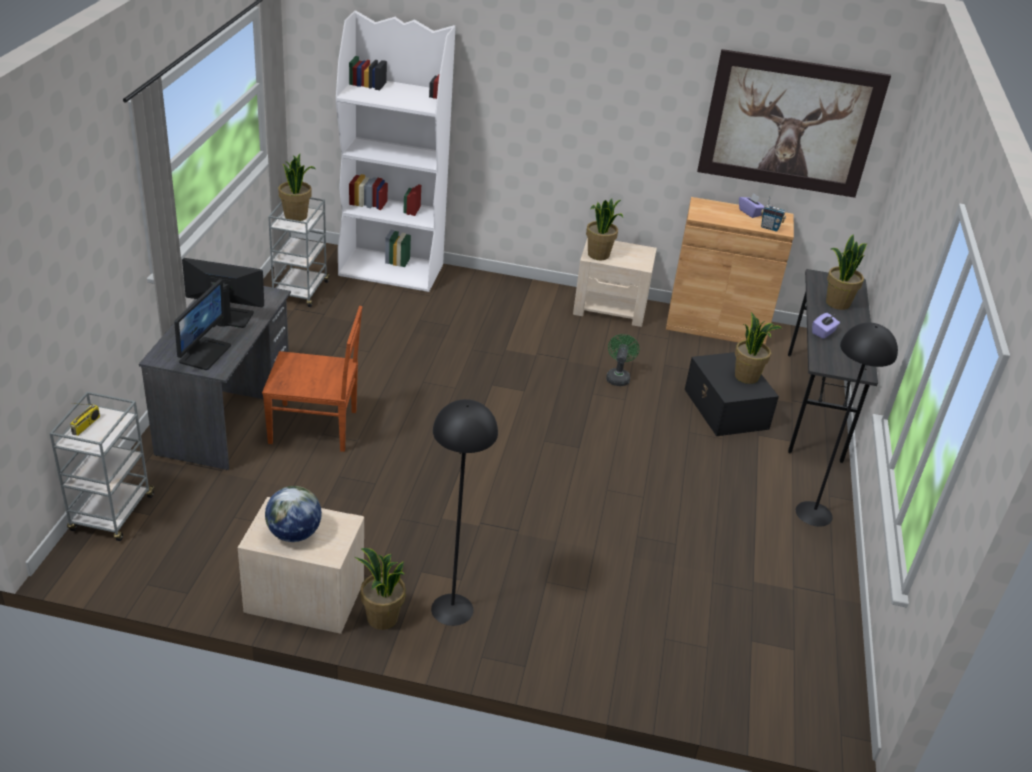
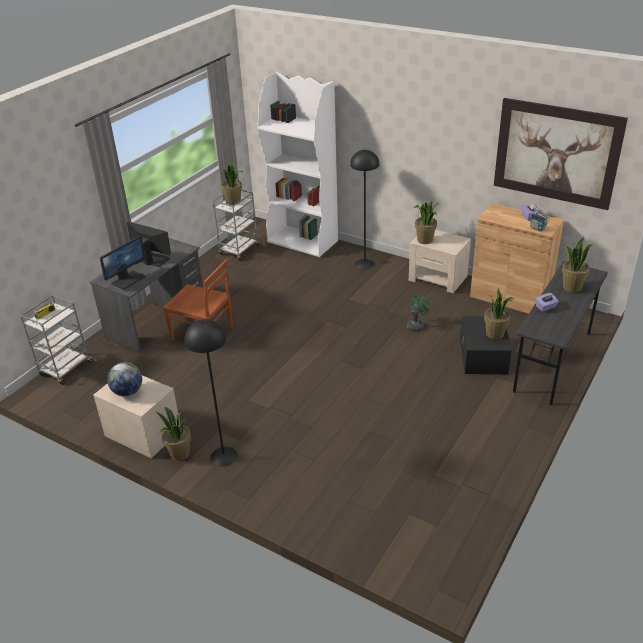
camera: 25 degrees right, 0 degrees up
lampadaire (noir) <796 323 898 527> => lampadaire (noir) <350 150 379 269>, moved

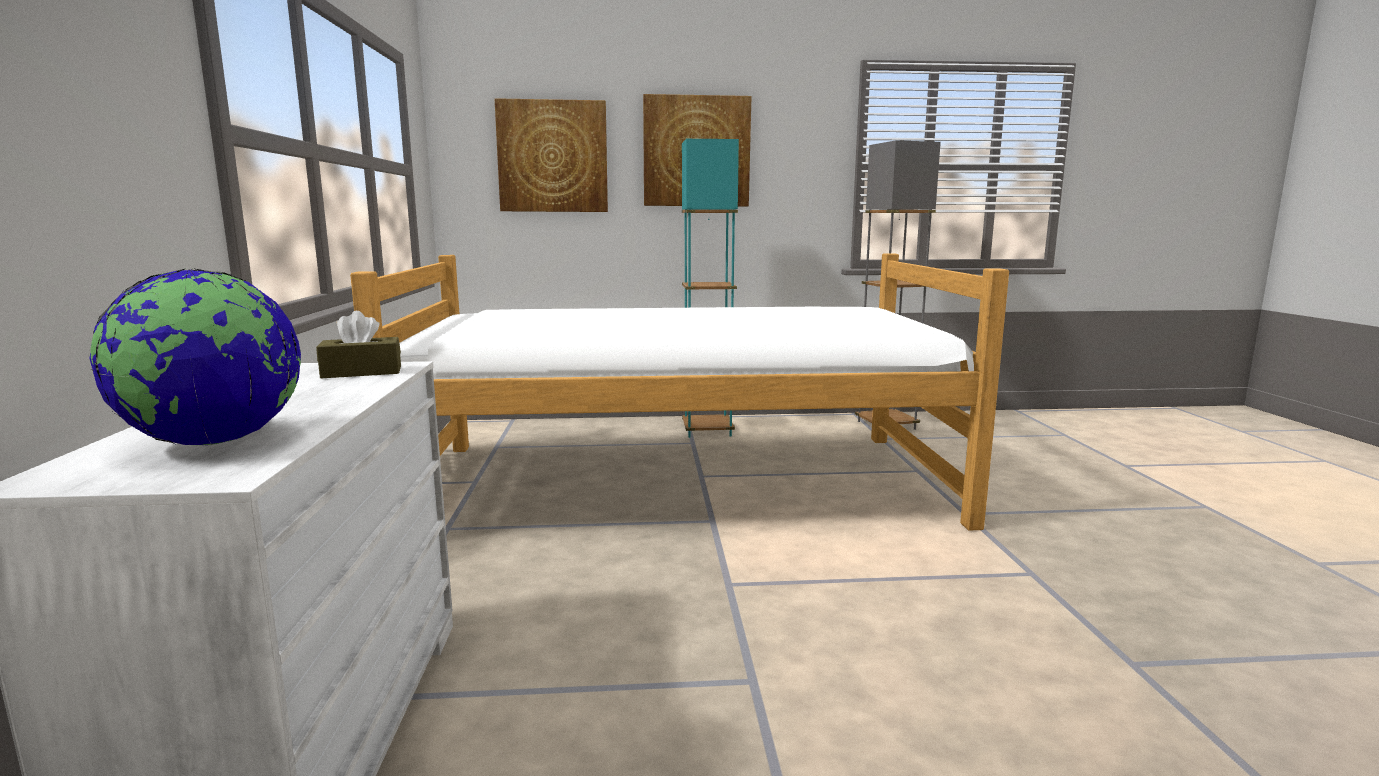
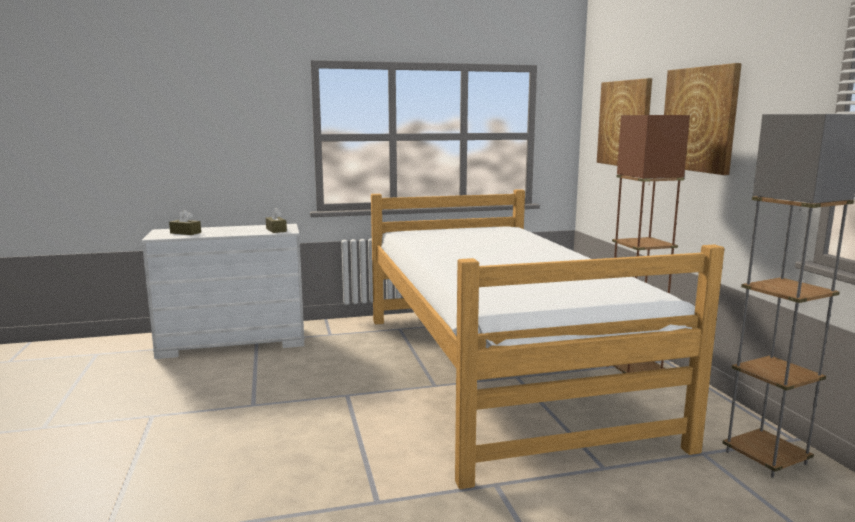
camera: 80 degrees right, 0 degrees up
globe <89 268 301 445> => boîte à mouchoirs (marron) <169 210 201 235>
lampadaire (turquoise) <682 139 739 438> => lampadaire (marron) <607 115 690 373>

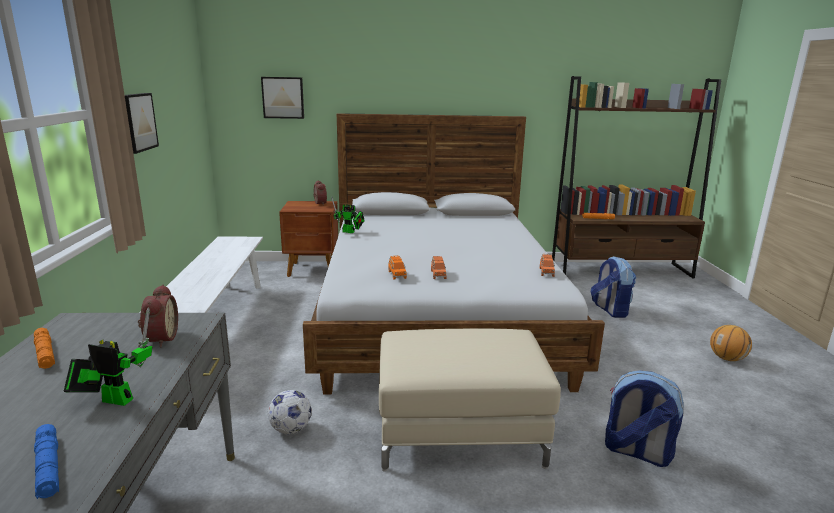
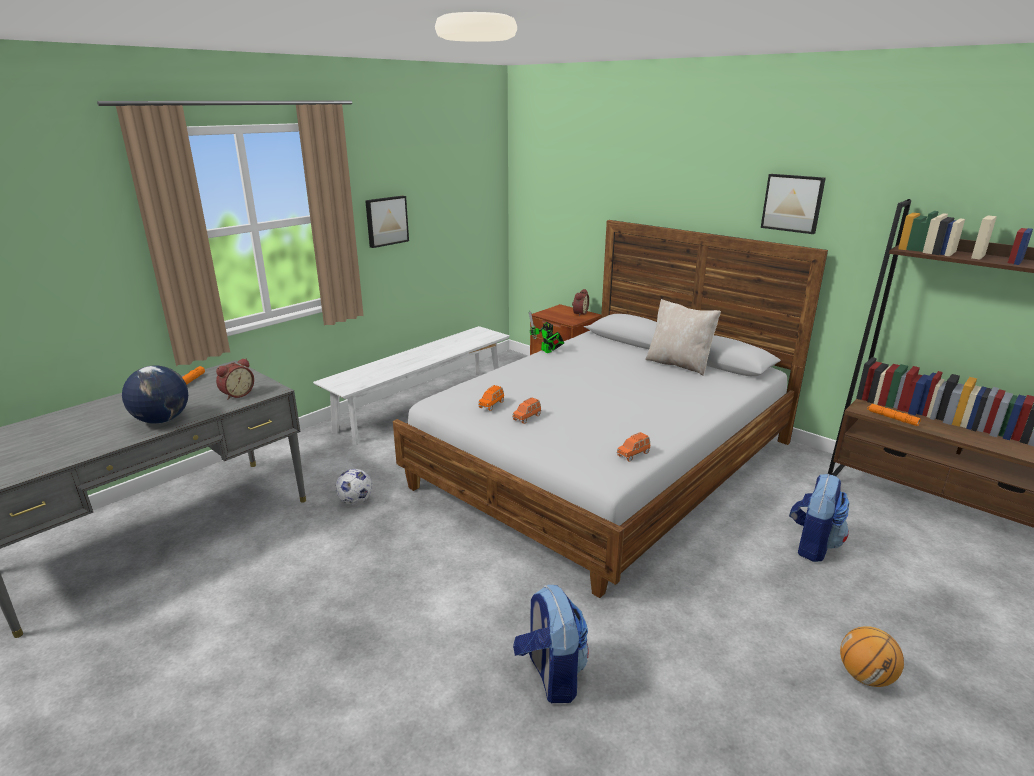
camera: 45 degrees right, 5 degrees up
lampe de poche (bleu) <34 424 59 499> => nothing
pouf (beige) <379 329 561 472> => nothing
nothing => coussin (beige) <646 299 721 376>
tableau <261 77 304 119> => tableau <761 174 826 234>, moved
robot jouet <64 308 152 406> => globe <122 365 188 424>

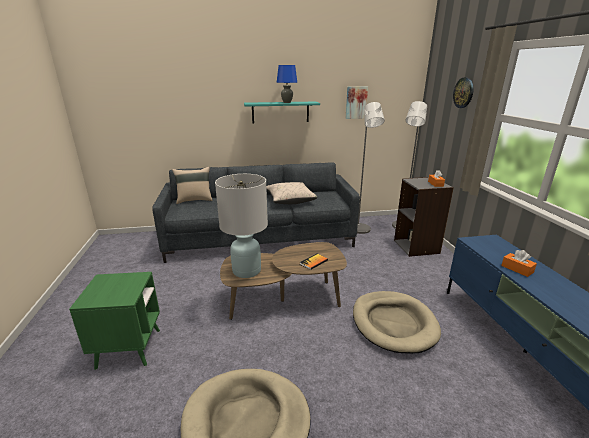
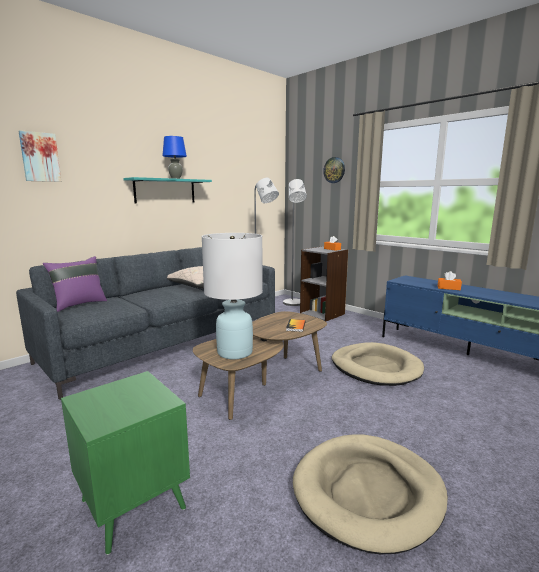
camera: 35 degrees left, 10 degrees down
tableau <346 86 368 119> => tableau <19 130 61 182>, moved
coussin (beige) <172 167 213 204> => coussin (violet) <43 256 107 312>

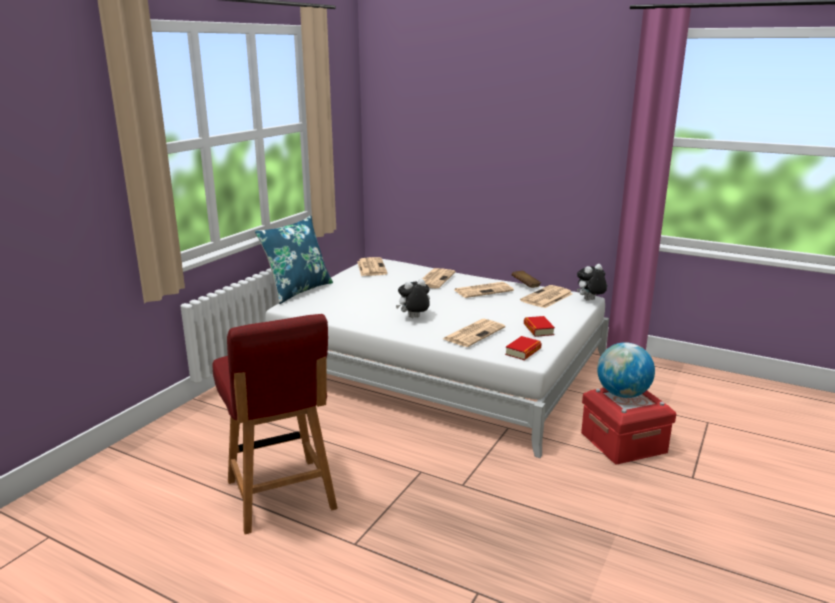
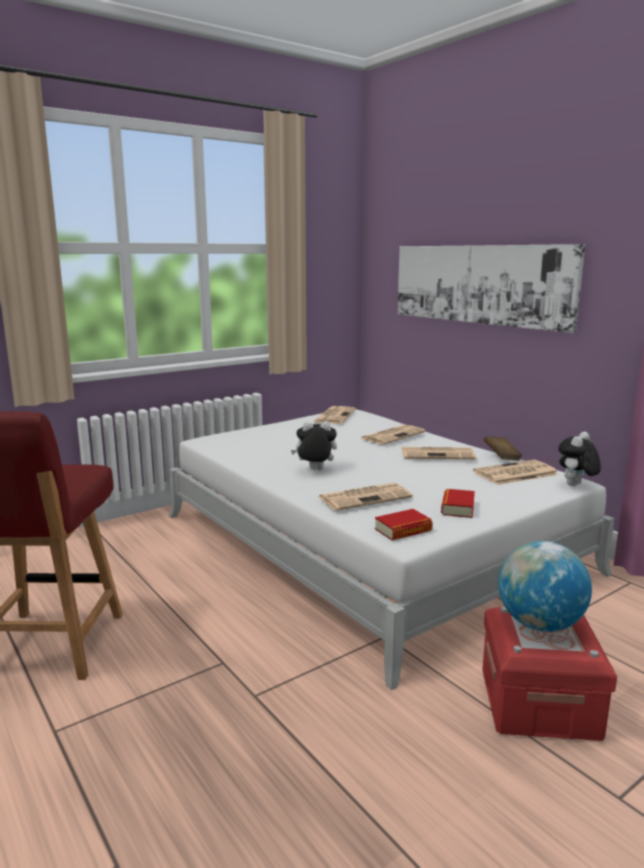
camera: 25 degrees right, 5 degrees down
coussin (bleu) <255 216 333 304> => nothing
nothing => tableau <397 244 585 333>
peluche <577 264 607 301> => peluche <558 432 601 486>, 45 degrees counterclockwise

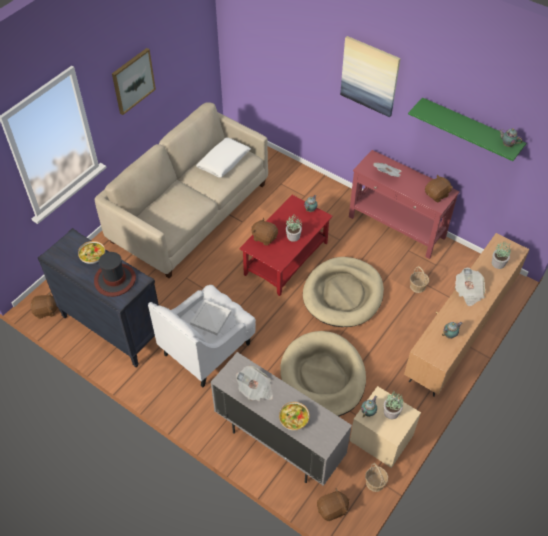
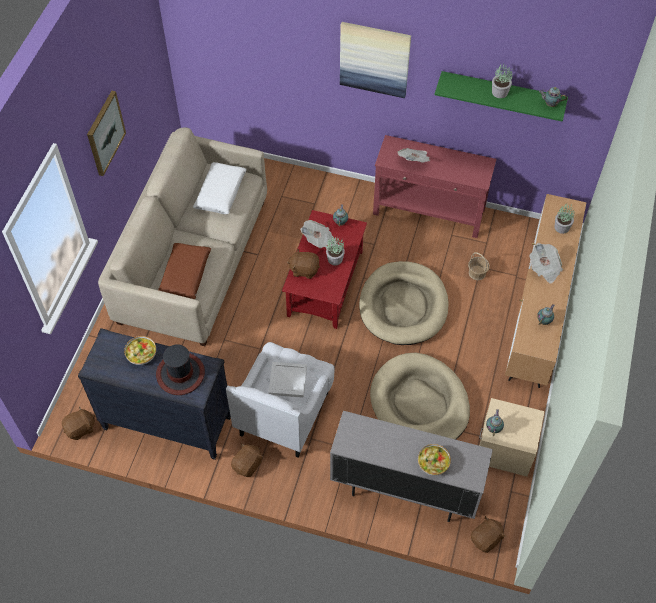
camera: 20 degrees left, 5 degrees up
panier <365 463 388 492> => nothing
nothing => coussin (marron) <158 243 211 299>
journal <236 366 273 401> => journal <300 220 336 248>, moved
plante en pot <384 392 403 419> => plante en pot <492 65 513 98>, moved
peluche (marron) <425 175 453 202> => peluche (marron) <231 443 263 477>, moved

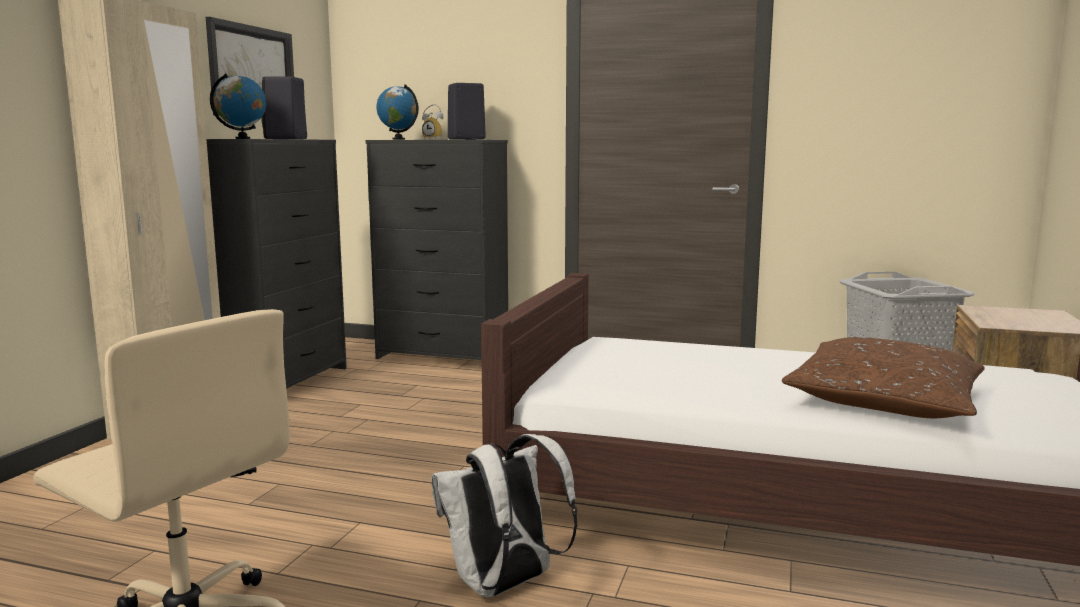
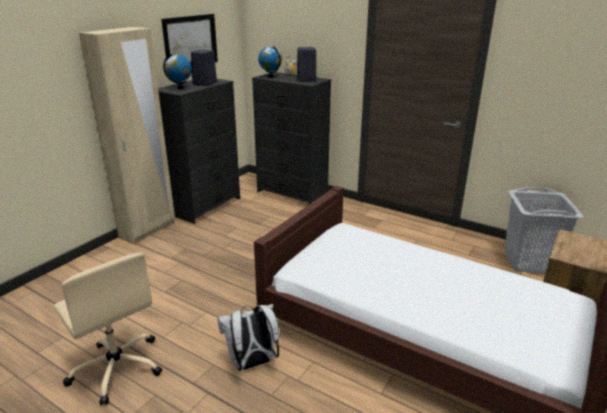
camera: 15 degrees right, 15 degrees up
coussin (marron) <782 337 985 418> => nothing

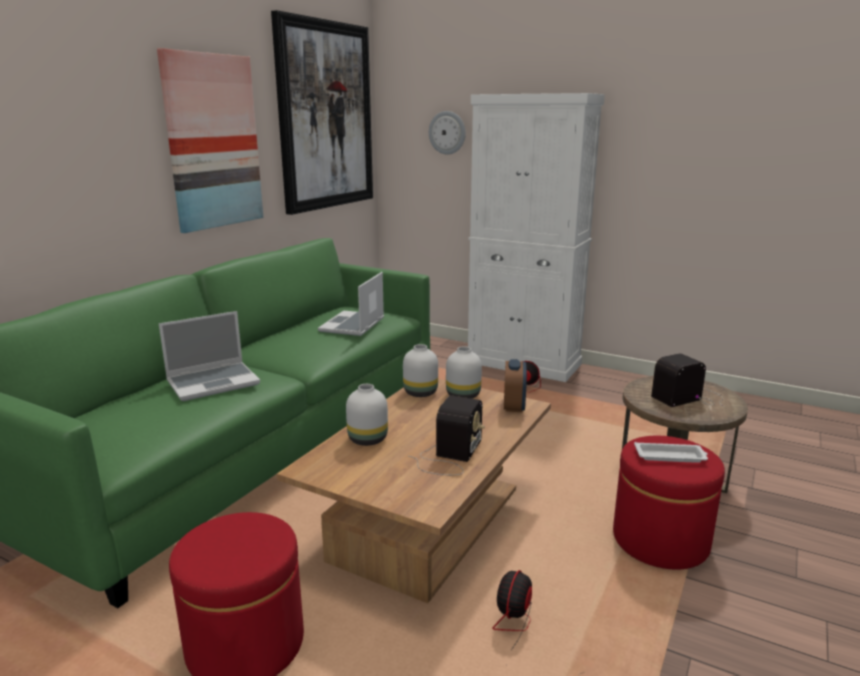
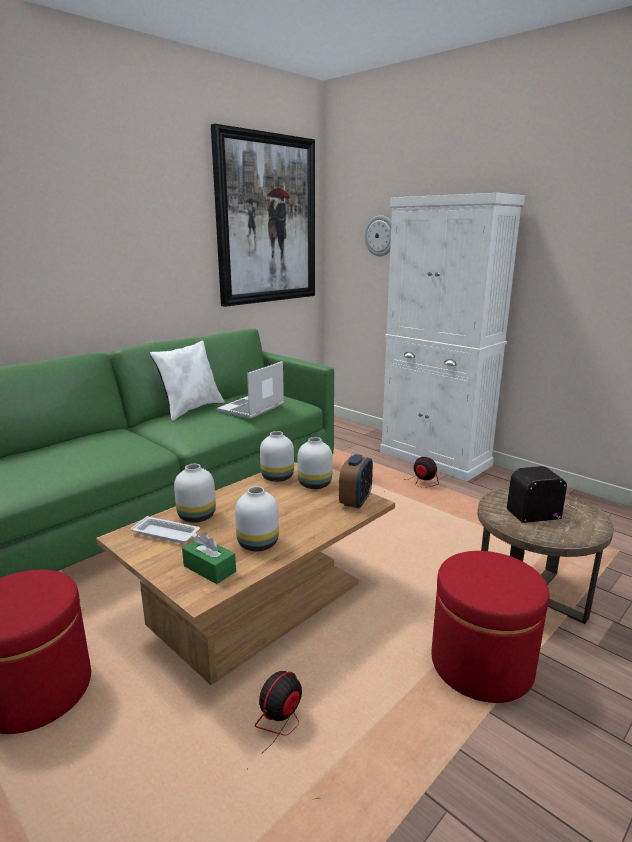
camera: 15 degrees right, 0 degrees up
tableau <157 48 263 233> => nothing
ordinateur portable <159 311 260 401> => nothing
nothing => coussin (blanc) <150 340 225 421>
nothing => boîte à mouchoirs (vert) <182 533 236 584>
plateau (blanc) <634 442 708 463> => plateau (blanc) <131 516 200 544>, moved
radio <409 395 485 475> => vase (blanc) <235 487 279 551>

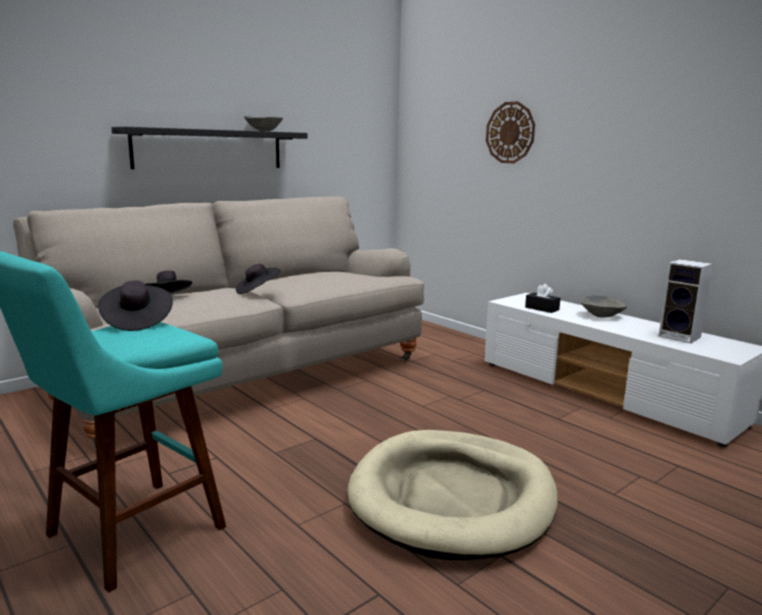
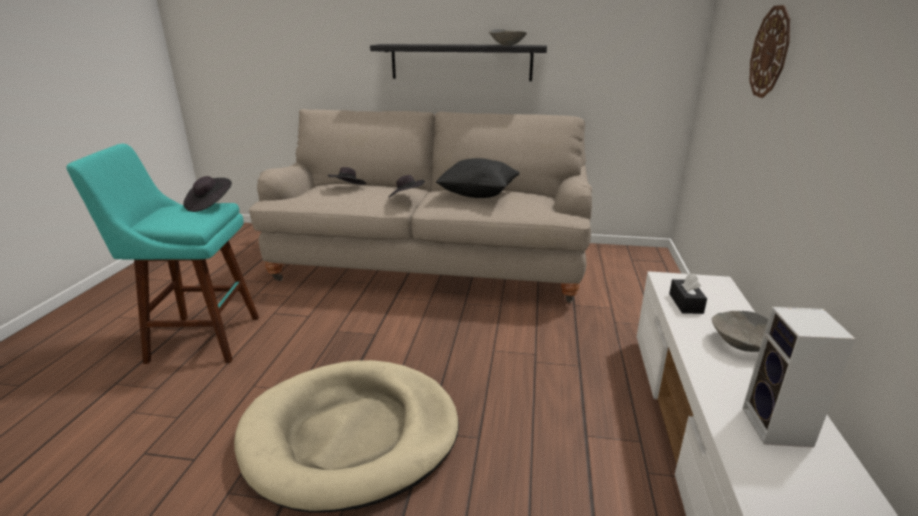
camera: 50 degrees right, 10 degrees up
nothing => coussin (noir) <436 158 520 198>

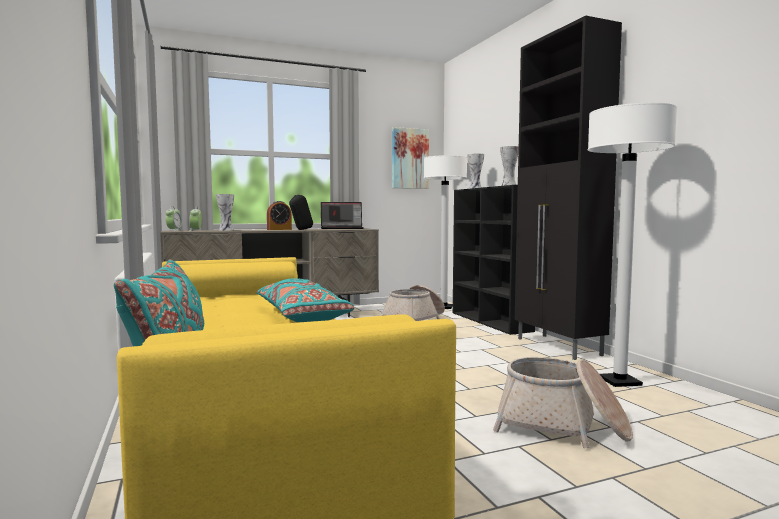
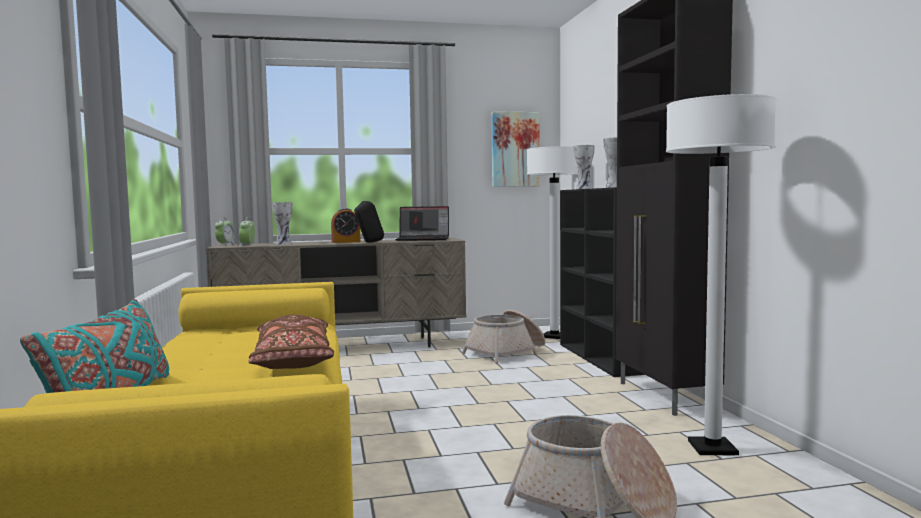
camera: 10 degrees right, 0 degrees up
coussin (turquoise) <256 278 354 322> => coussin (marron) <249 314 334 369>

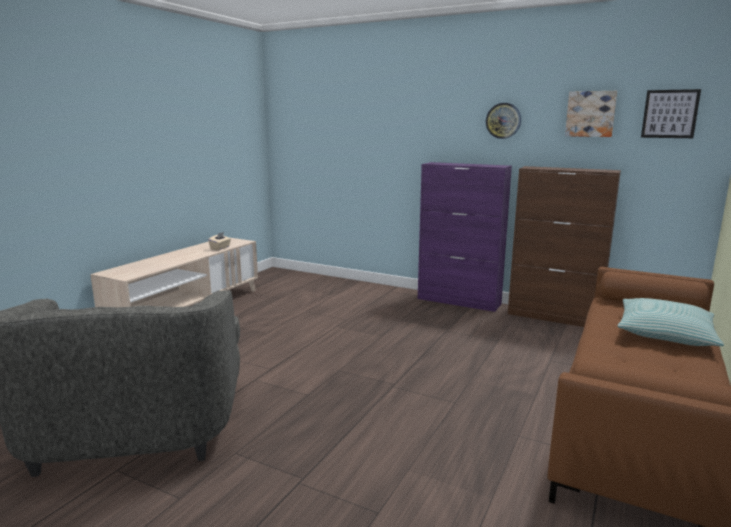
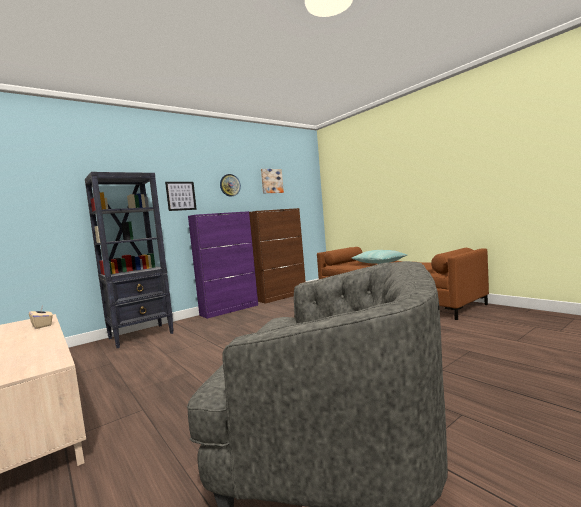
camera: 65 degrees left, 10 degrees down
nothing => bibliothèque (noir) <85 172 174 348>
tableau <641 89 701 138> => tableau <165 182 197 211>, moved

